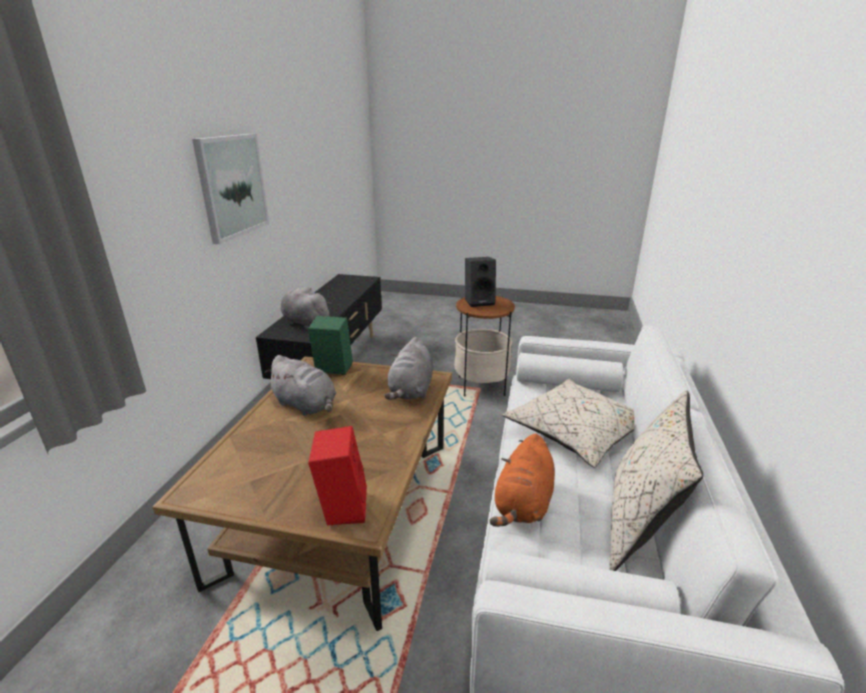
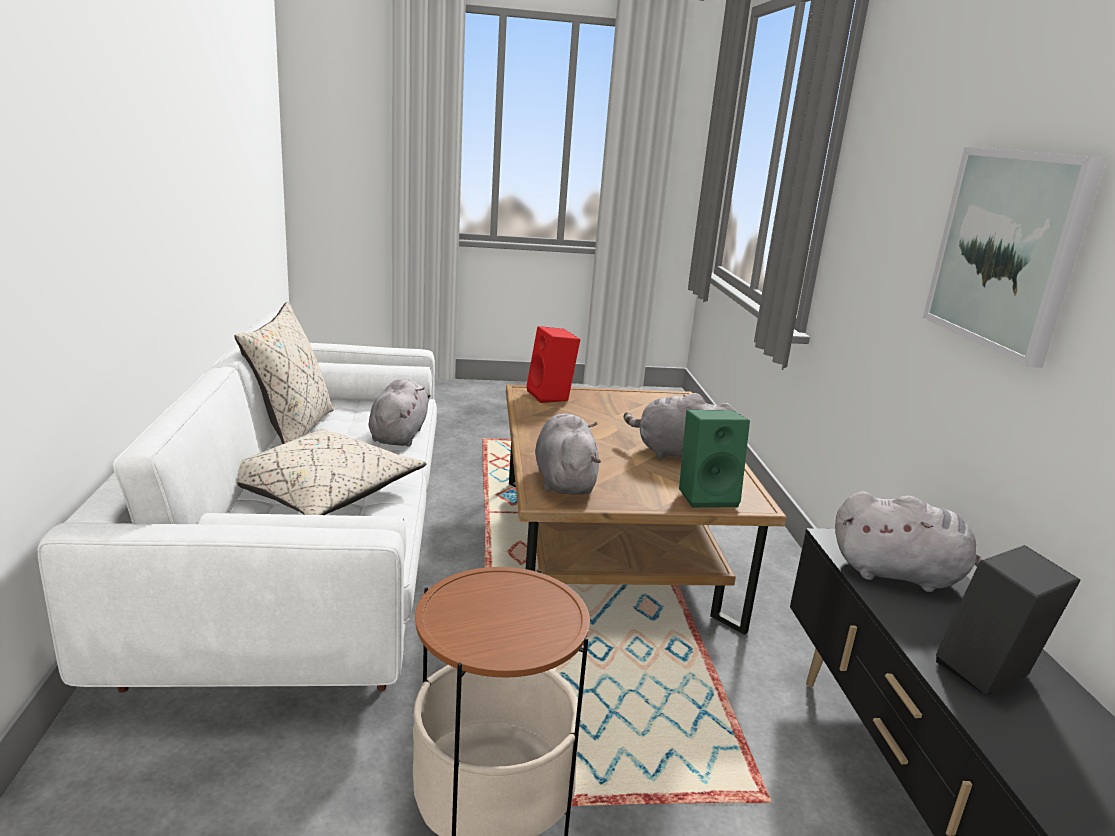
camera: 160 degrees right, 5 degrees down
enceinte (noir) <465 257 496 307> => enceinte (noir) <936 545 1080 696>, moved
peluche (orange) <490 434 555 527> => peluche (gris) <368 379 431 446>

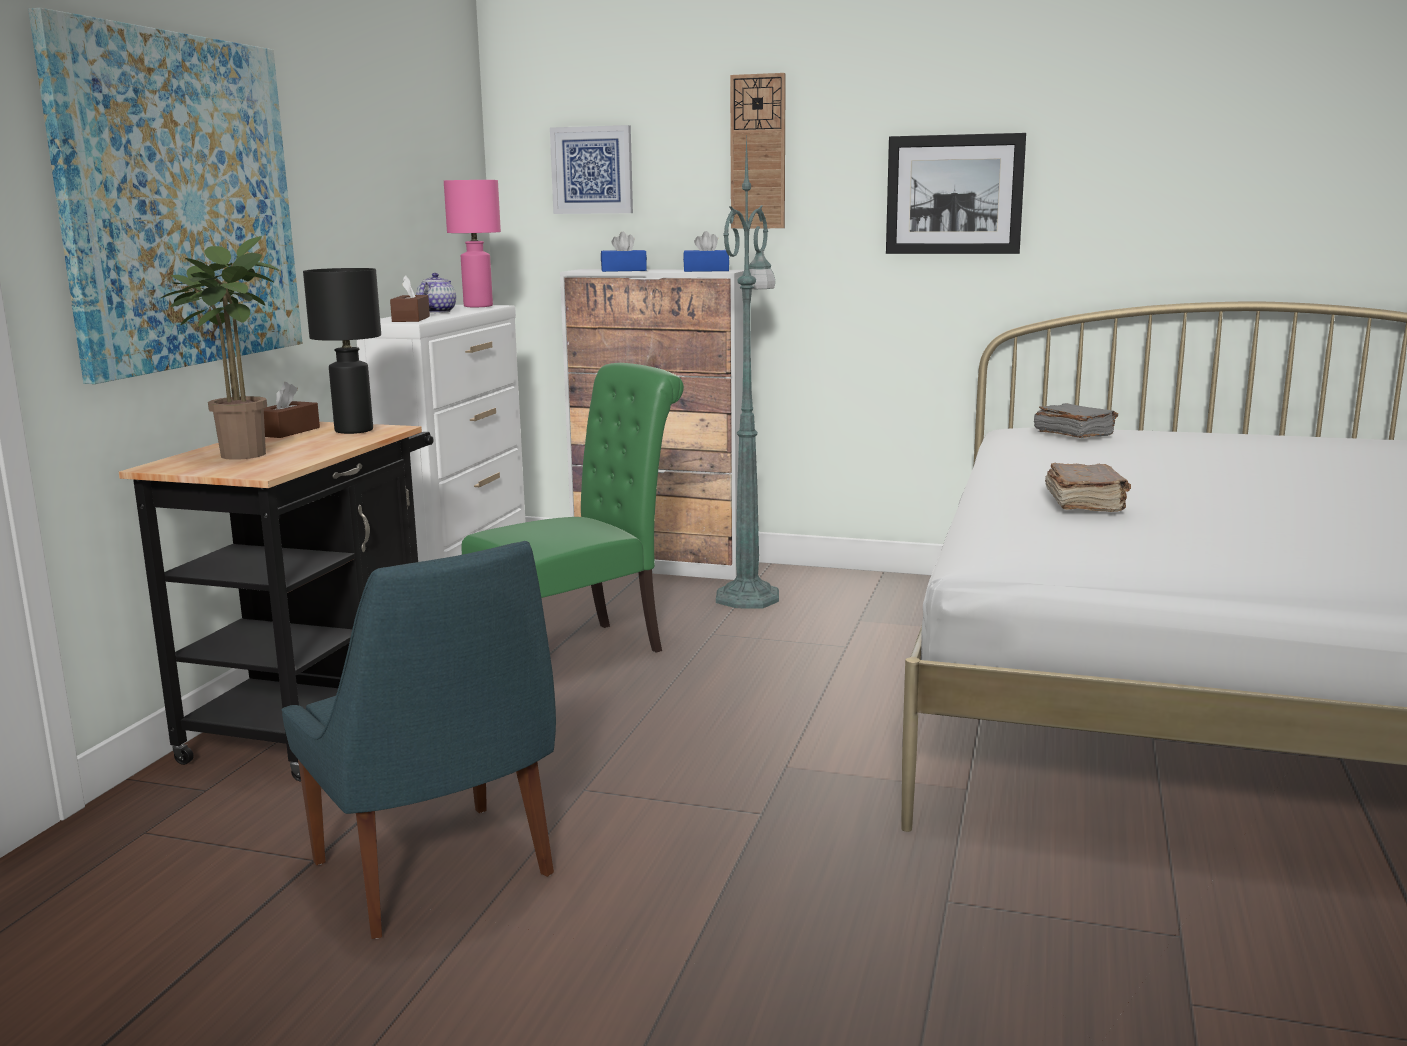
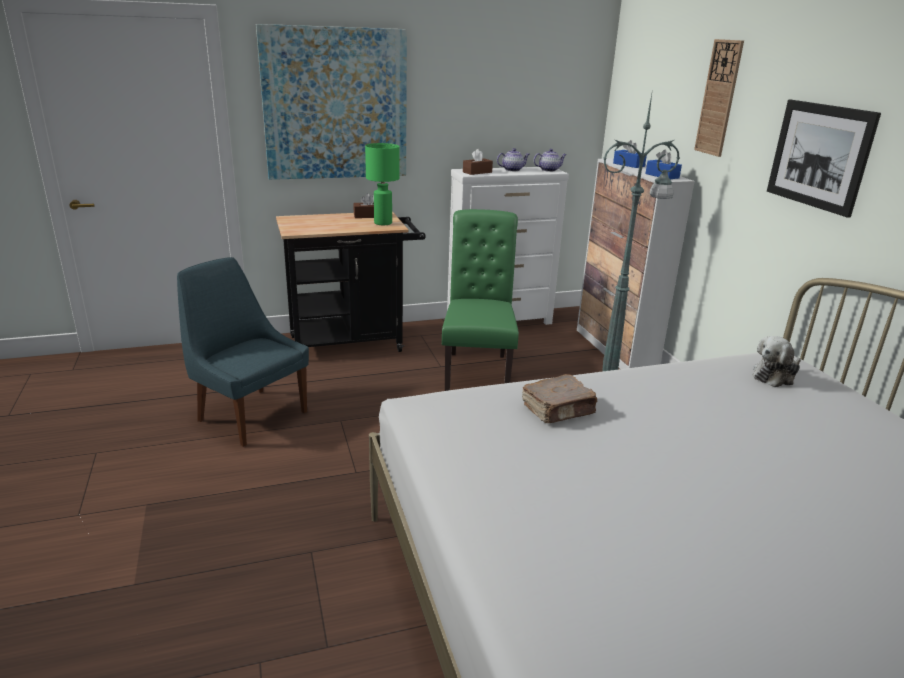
camera: 55 degrees right, 10 degrees up
plante en pot <159 236 280 460> => nothing
tableau <550 125 633 214> => nothing
lampe de table (rose) <444 180 501 307> => théière <533 149 567 172>
livre (gris) <1034 403 1118 438> => peluche <752 336 801 387>
lampe de table (noir) <303 268 381 434> => lampe de table (vert) <365 143 399 225>
chaise (bleu) <282 541 556 939> => chaise (bleu) <177 257 309 447>, 105 degrees clockwise
chaise (vert) <461 363 684 653> => chaise (vert) <442 209 519 391>, 105 degrees counterclockwise

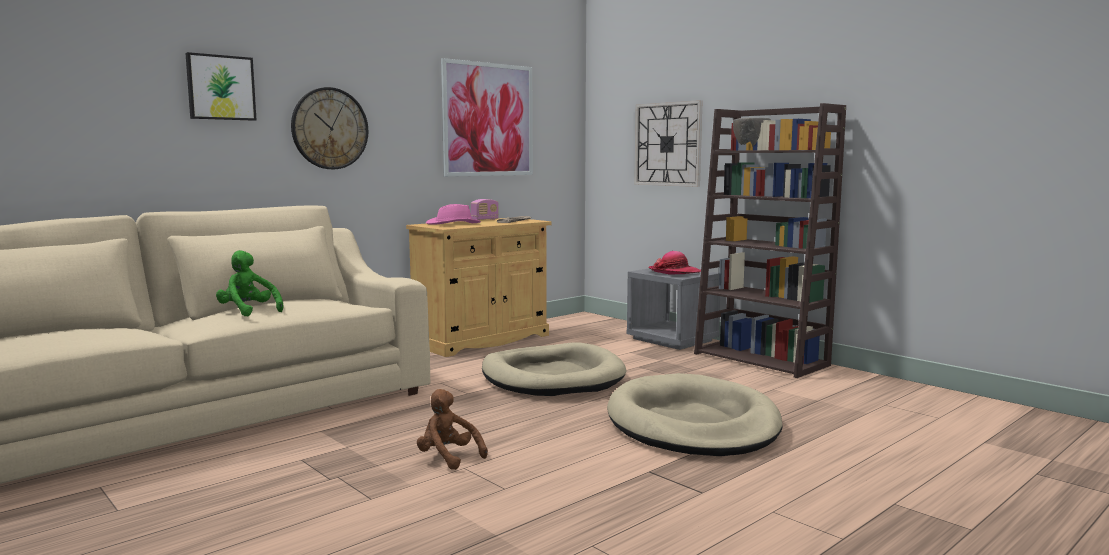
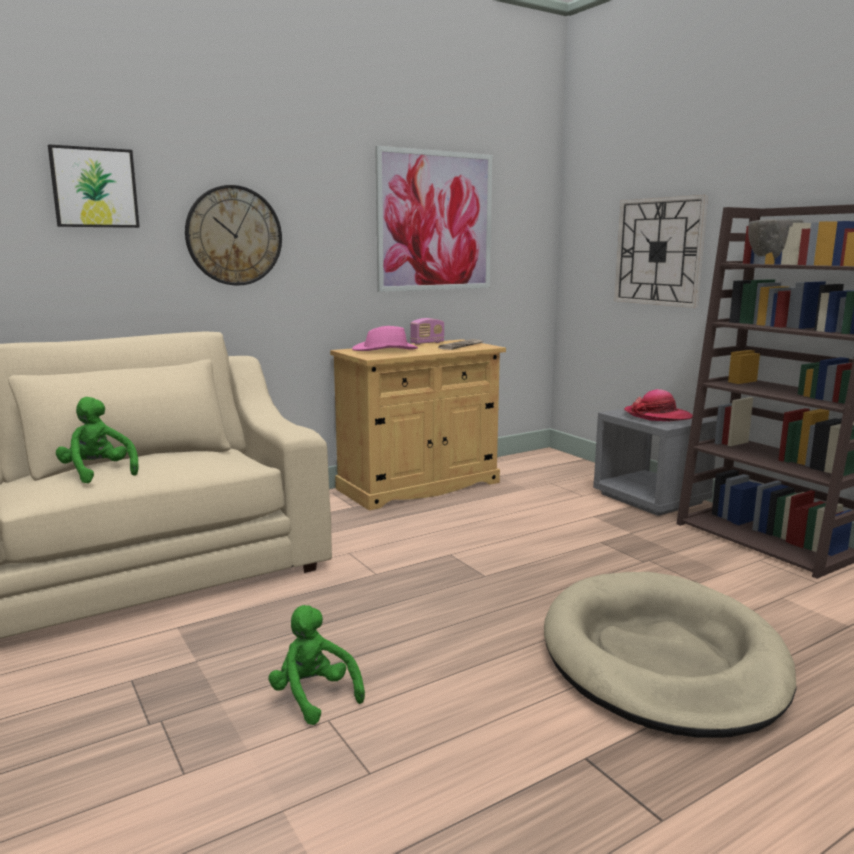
camera: 10 degrees right, 5 degrees up
panier pour chien (beige) <482 342 626 396> => nothing
peluche (marron) <417 389 488 470> => peluche (vert) <268 605 365 725>

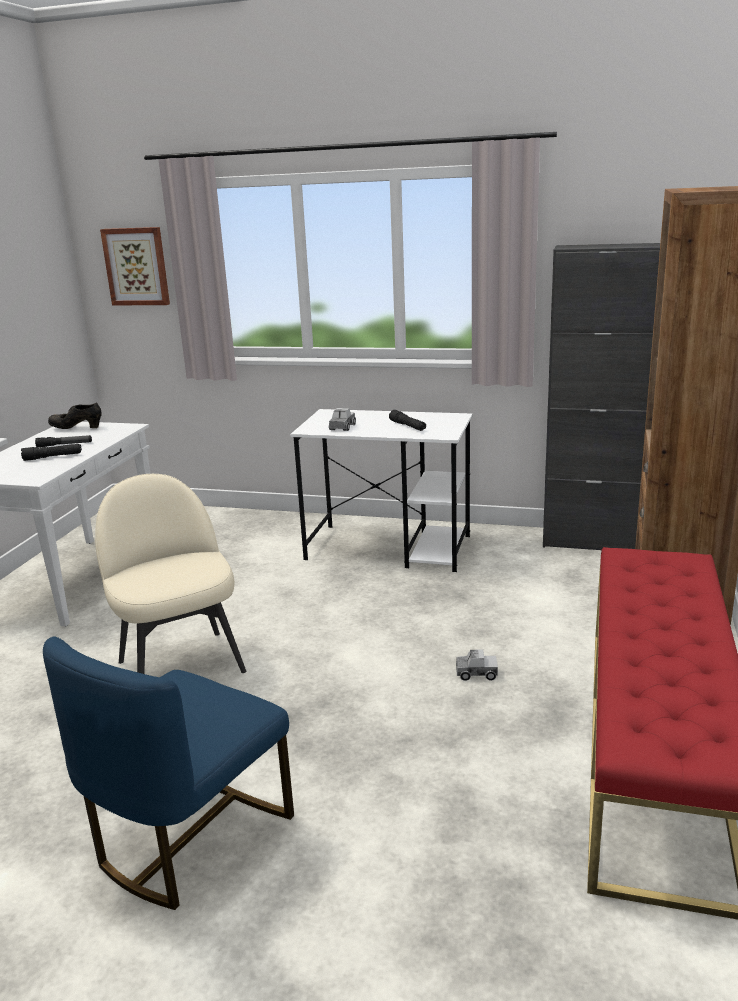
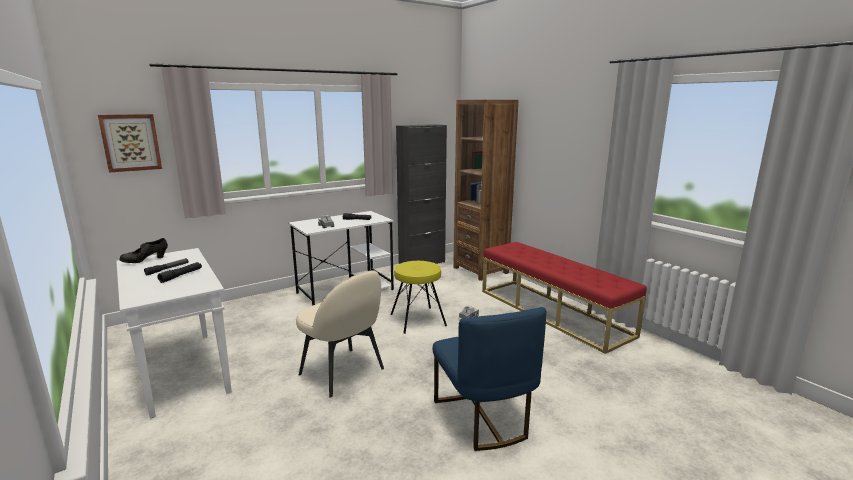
camera: 50 degrees left, 5 degrees down
nothing => tabouret (jaune) <391 261 447 334>
chaise (beige) <95 474 246 674> => chaise (beige) <296 270 384 398>, 150 degrees counterclockwise

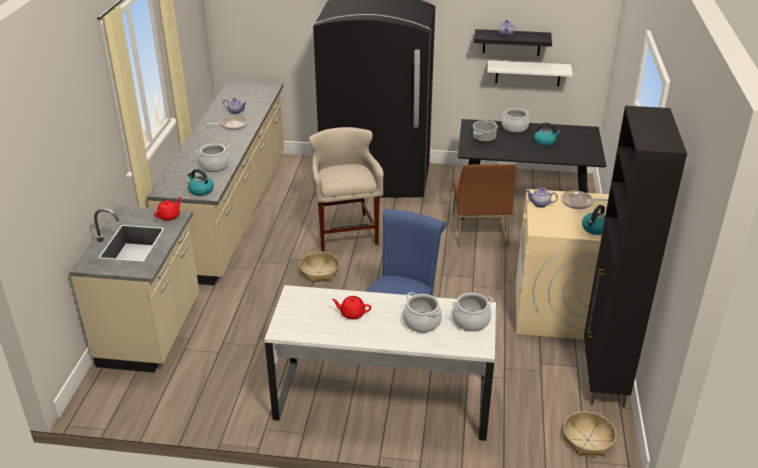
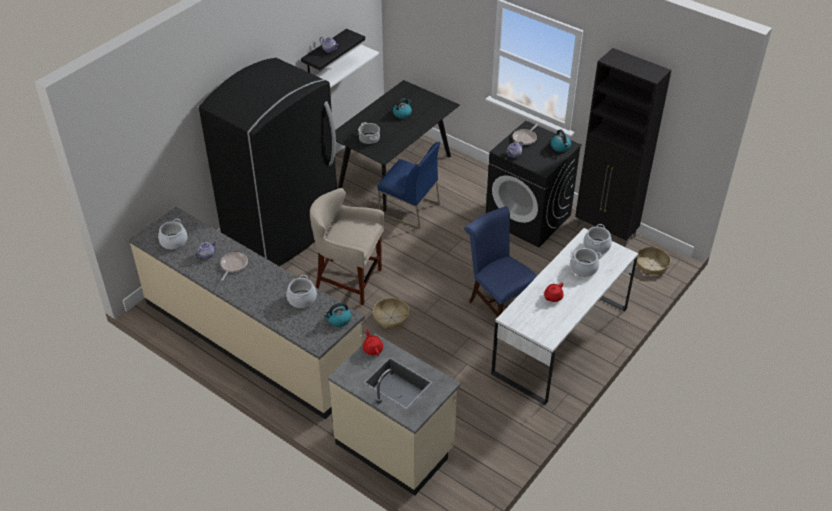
camera: 60 degrees left, 10 degrees up
marmite <502 108 531 133> => marmite <158 219 187 250>, moved
chaise (marron) <453 164 516 247> => chaise (bleu) <378 142 440 229>
lave-linge (beige) <516 189 609 340> => lave-linge (noir) <486 121 582 247>

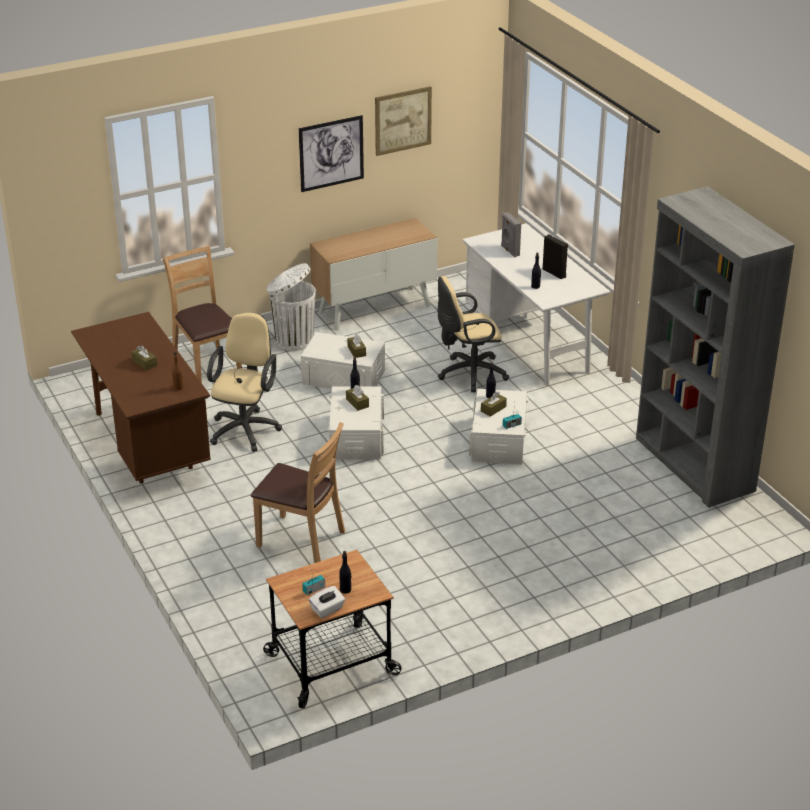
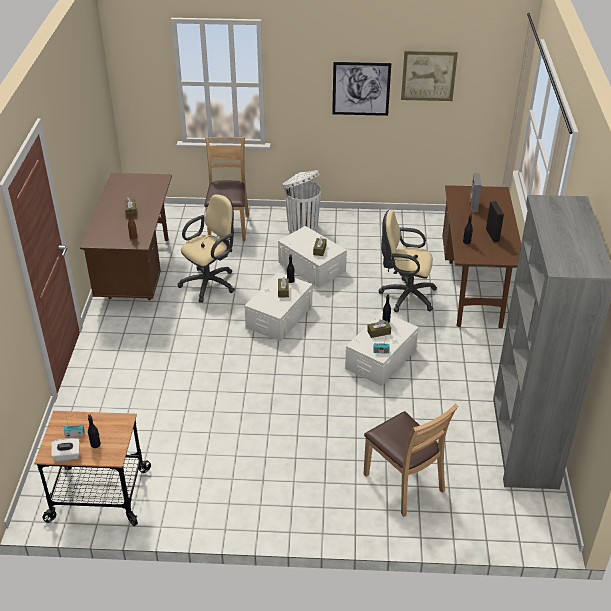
camera: 30 degrees right, 5 degrees up
meuble de rangement <310 218 438 331> => nothing
chaise (marron) <251 422 345 563> => chaise (marron) <363 404 458 517>, moved
bureau (blanc) <462 223 610 386> => bureau (marron) <442 185 521 328>

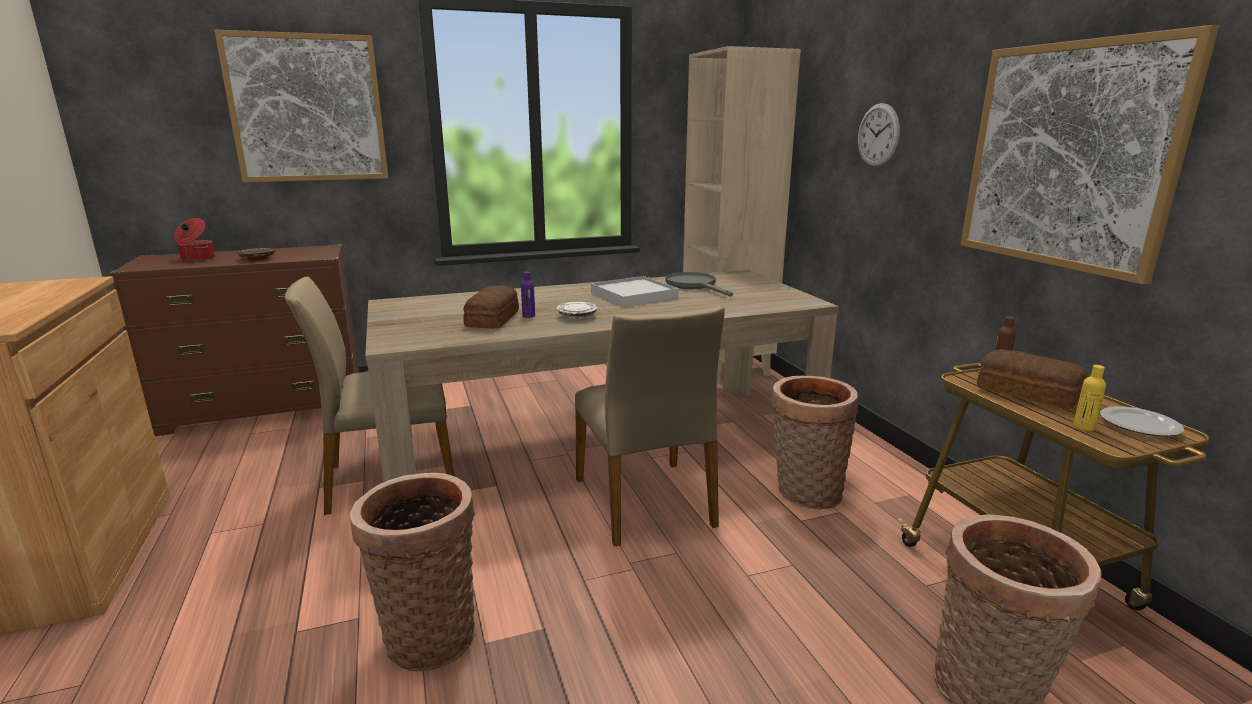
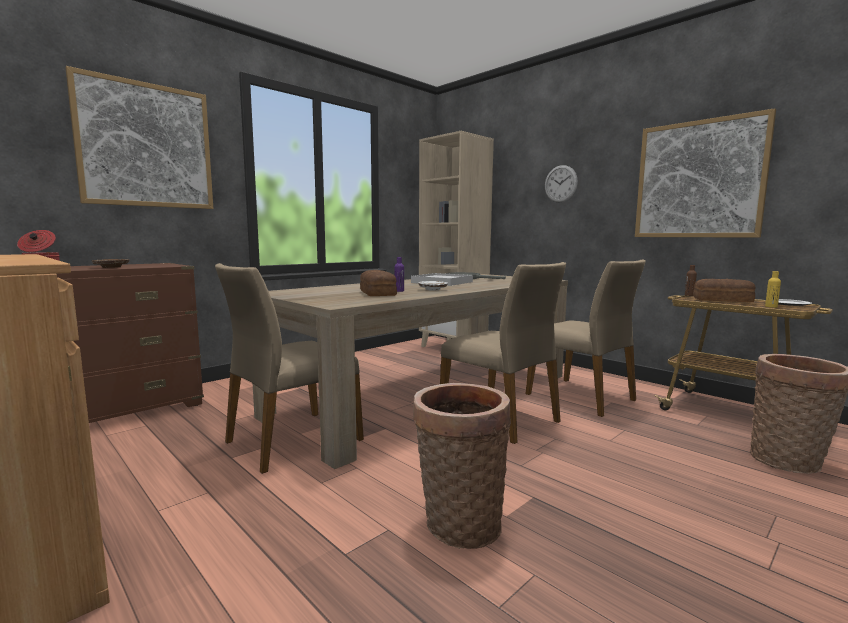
camera: 25 degrees left, 10 degrees down
panier <771 376 858 510> => chaise (beige) <526 259 646 417>

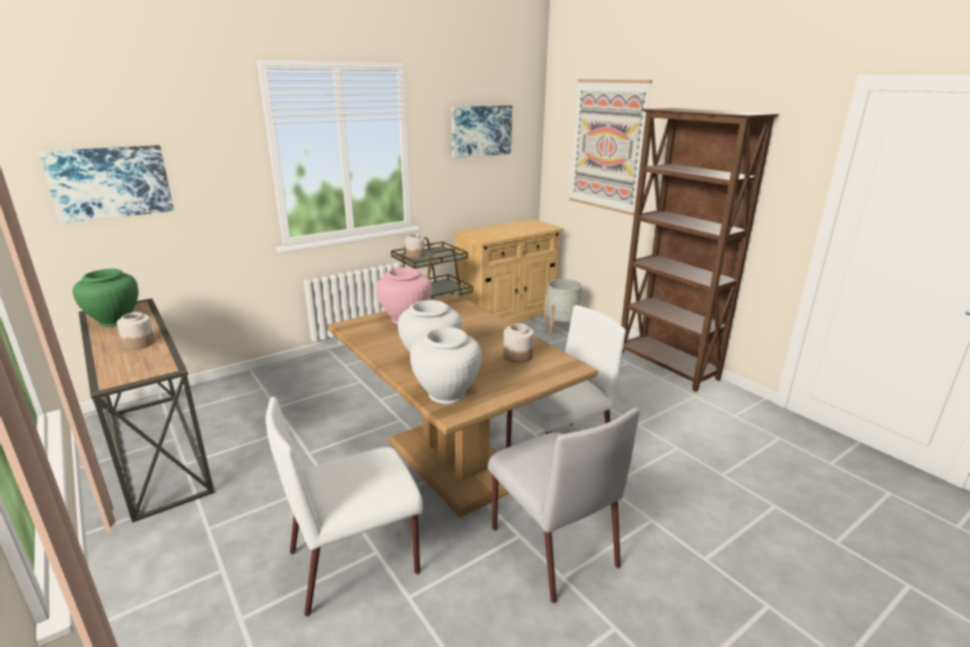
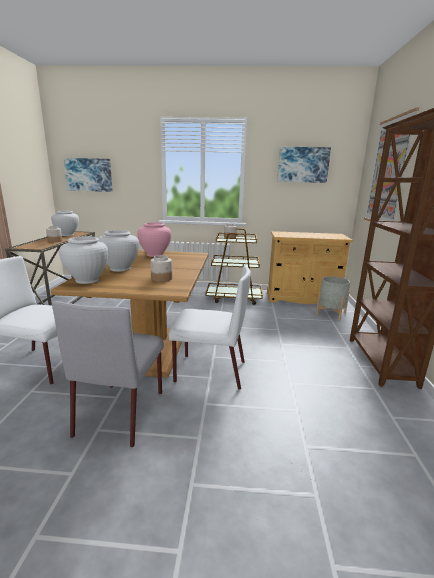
camera: 40 degrees right, 5 degrees down
vase (vert) <73 269 138 327> => vase (blanc) <51 211 79 236>

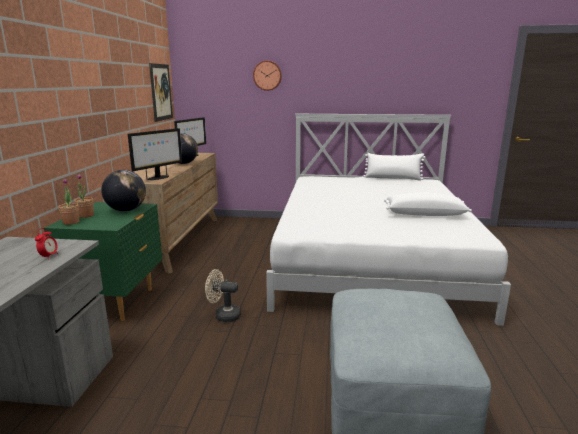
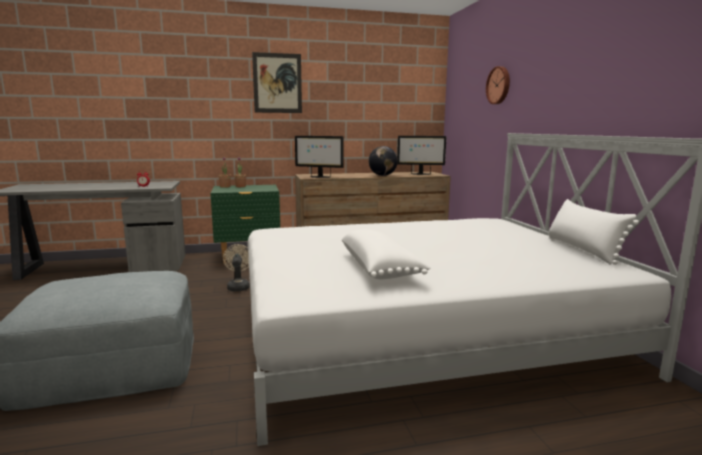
camera: 70 degrees right, 5 degrees down
globe <101 170 146 211> => nothing
tableau <149 63 173 122> => tableau <252 52 302 113>, moved

